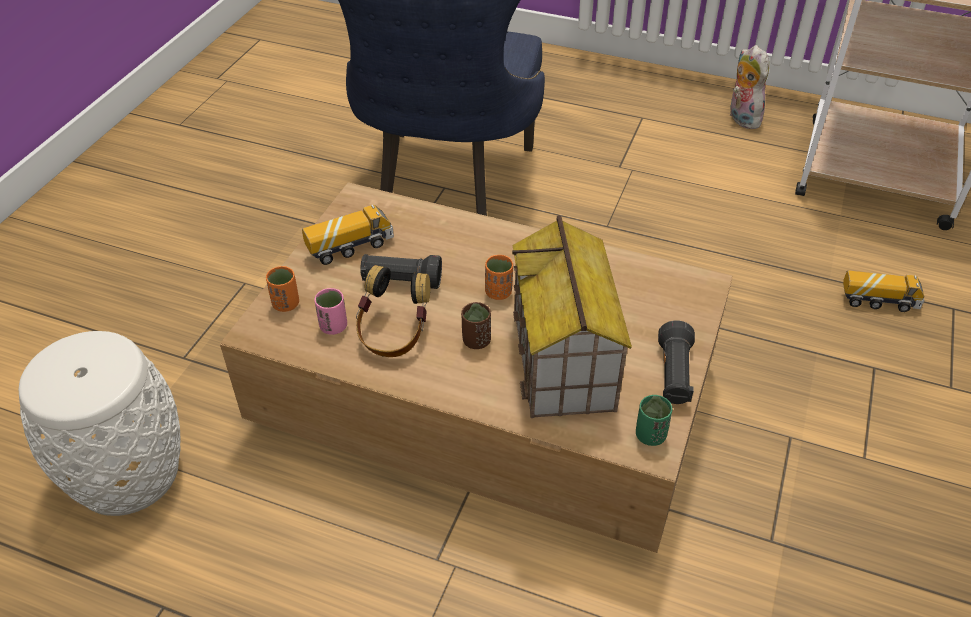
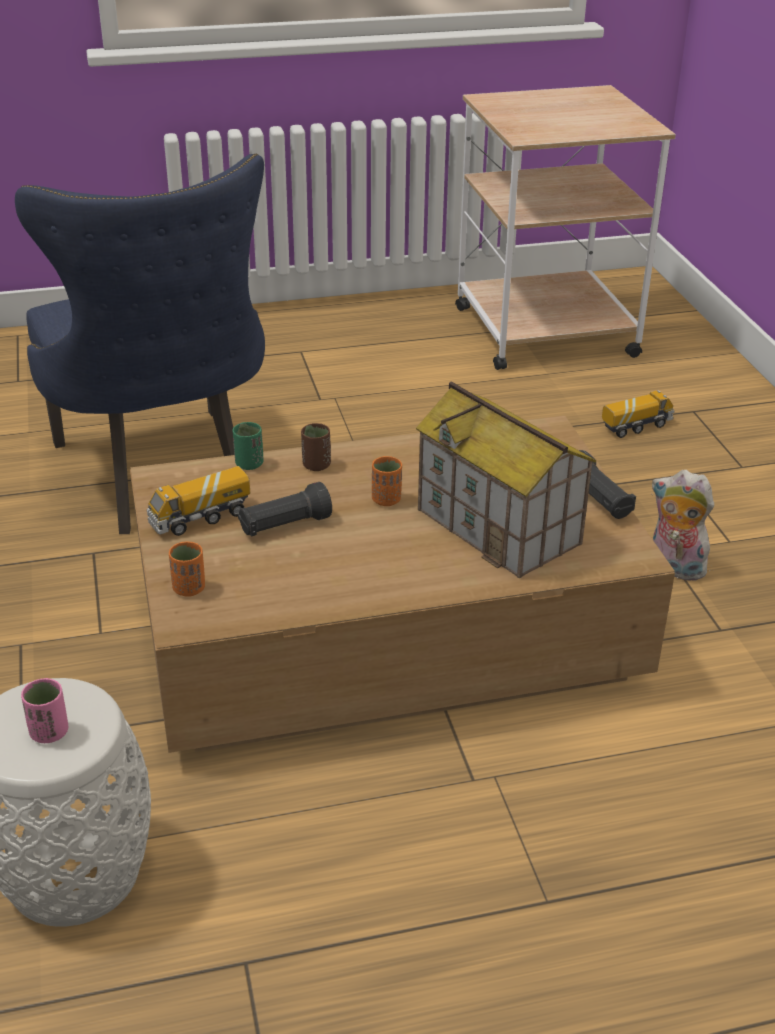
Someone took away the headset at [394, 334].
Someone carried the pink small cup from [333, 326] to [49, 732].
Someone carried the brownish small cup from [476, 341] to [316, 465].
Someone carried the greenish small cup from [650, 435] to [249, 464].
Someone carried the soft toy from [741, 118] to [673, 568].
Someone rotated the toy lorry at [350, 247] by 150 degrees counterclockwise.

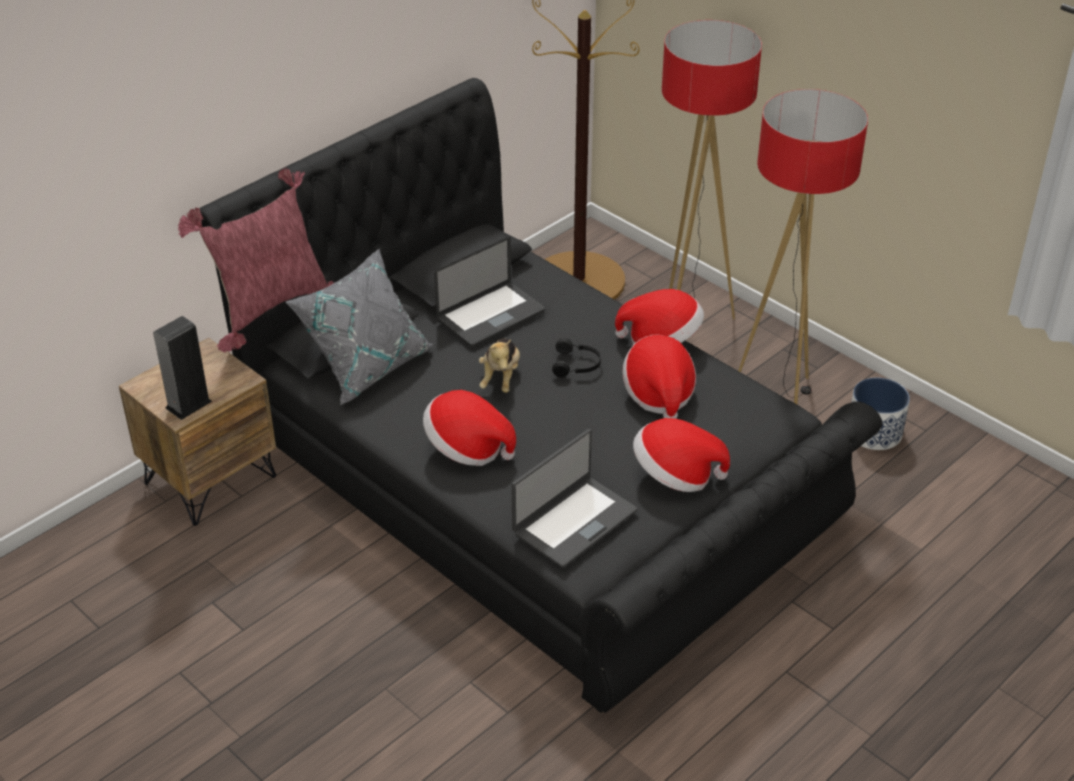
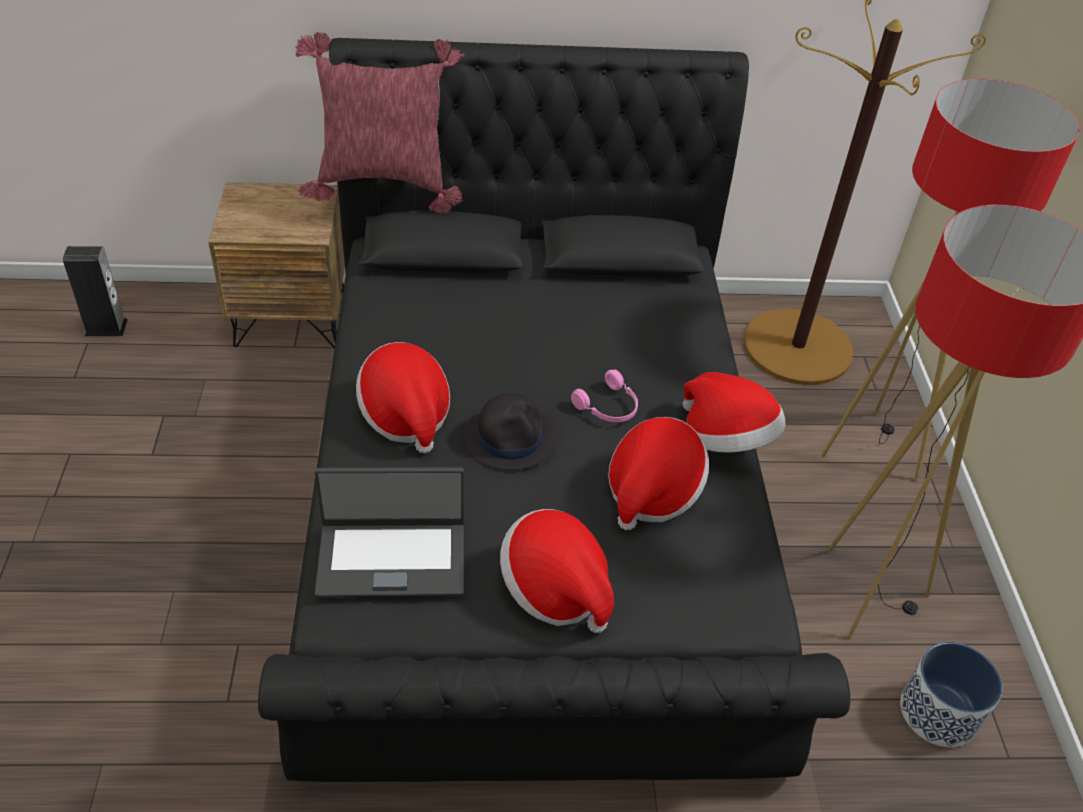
Someone took away the grey pillow at [366, 365].
Someone took away the portable computer at [491, 316].
Someone took away the soft toy at [500, 378].
Someone put down the black hat at [510, 437].
Someone carried the loudspeaker from [188, 404] to [106, 327].
Someone repainted the black headset at [577, 365], which became the pink headset at [609, 407].

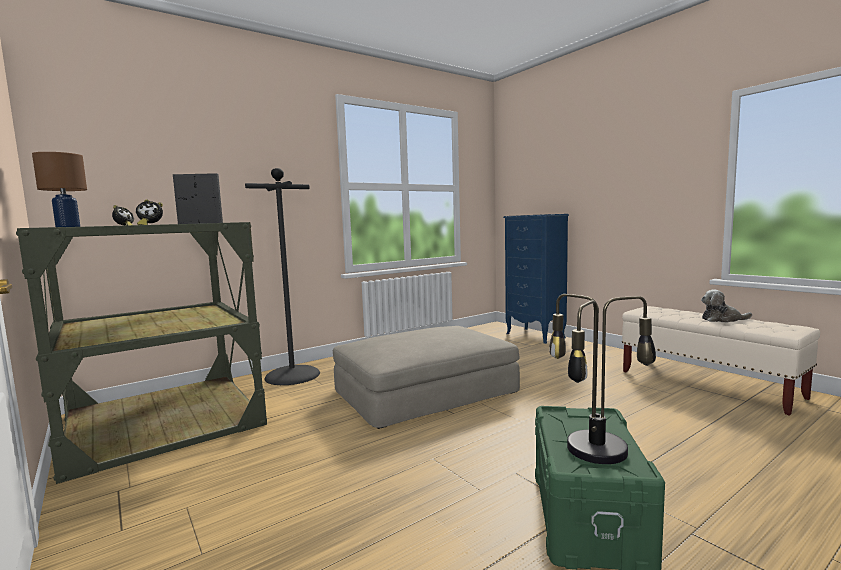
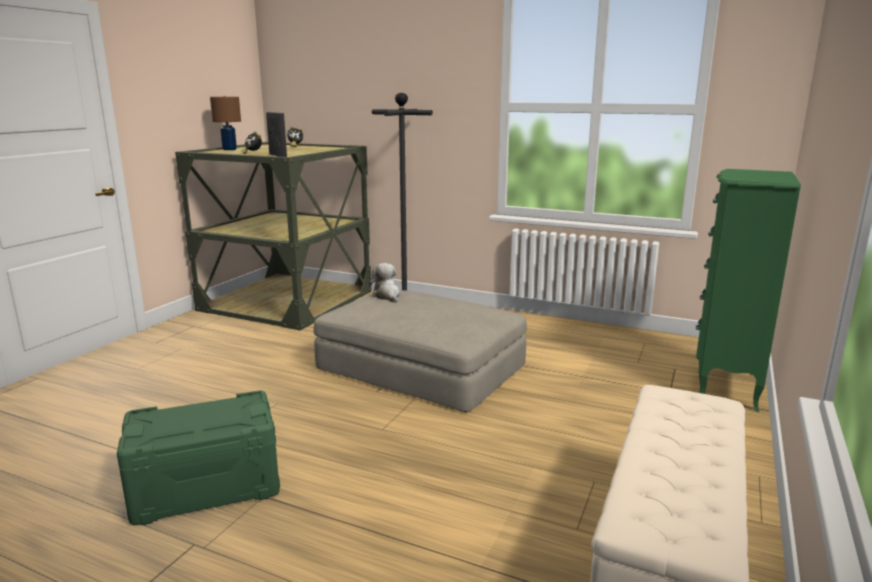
Someone took away the lamp for a table at [595, 448].
Someone carried the soft toy from [722, 319] to [387, 296].
Someone repainted the blue-coloured drawer chest at [533, 336], which became the greenish drawer chest at [724, 386].

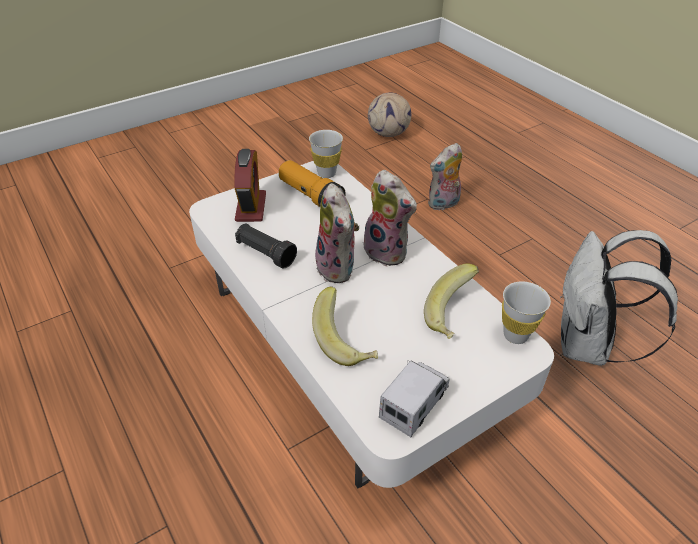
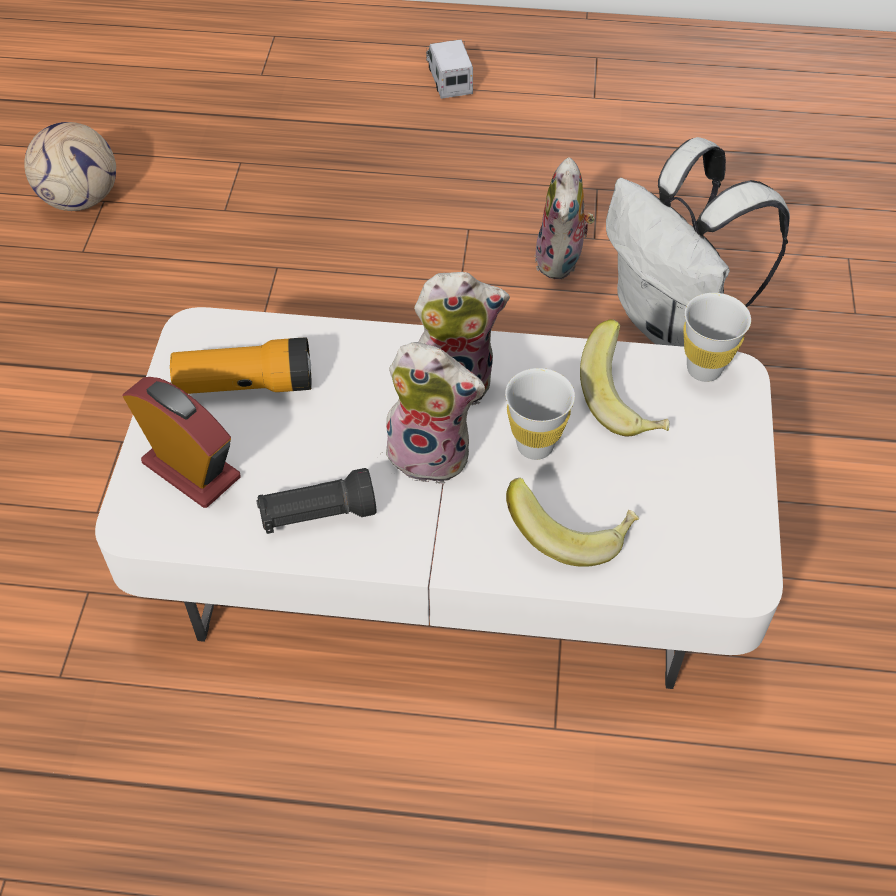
Someone carried the whitish small cup from [326, 173] to [535, 446].
Someone carried the toy lorry from [414, 404] to [449, 79].
Someone carried the soft toy from [443, 204] to [561, 261].

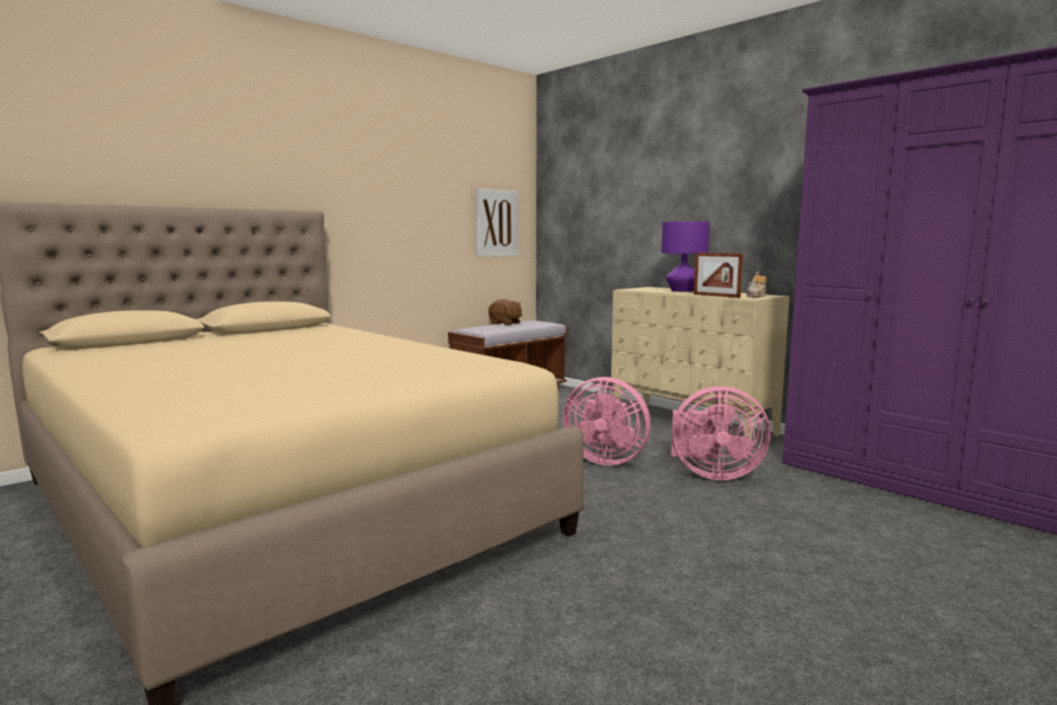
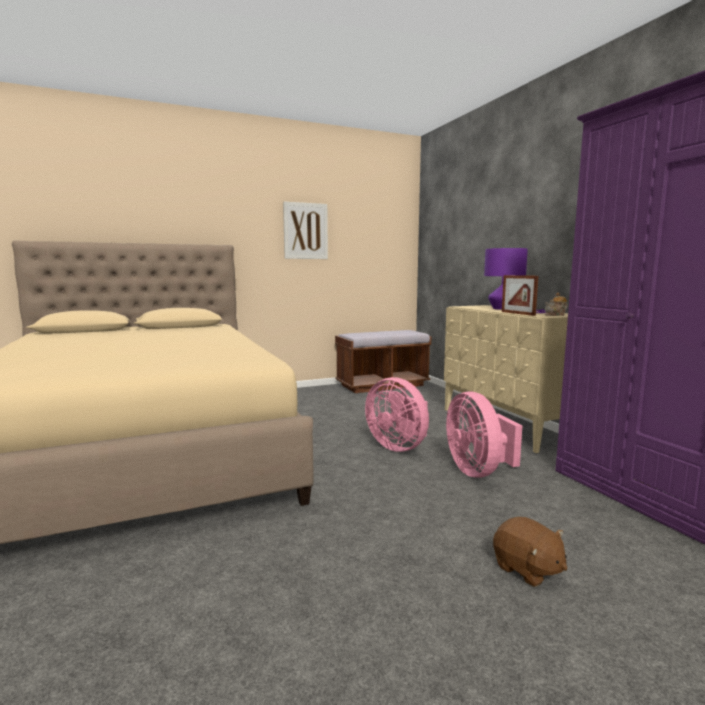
Someone carried the wall picture from [496, 223] to [305, 231].
Someone carried the brownish soft toy from [505, 323] to [527, 569].
Someone rotated the pink electric fan at [712, 474] by 45 degrees clockwise.

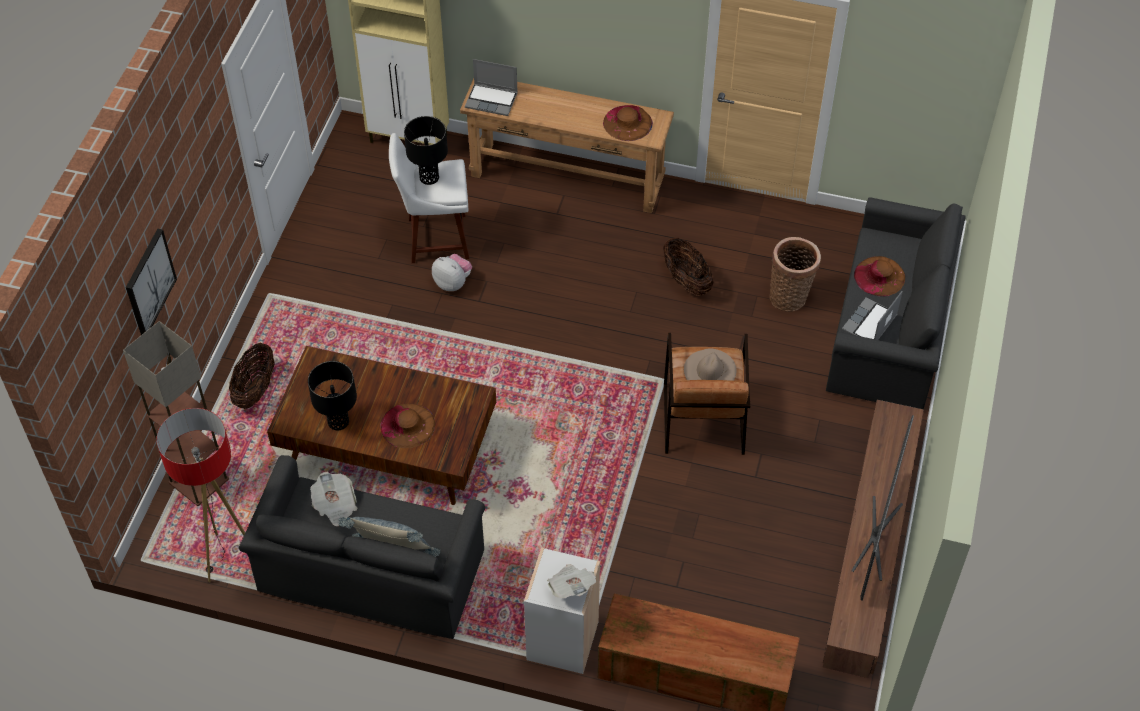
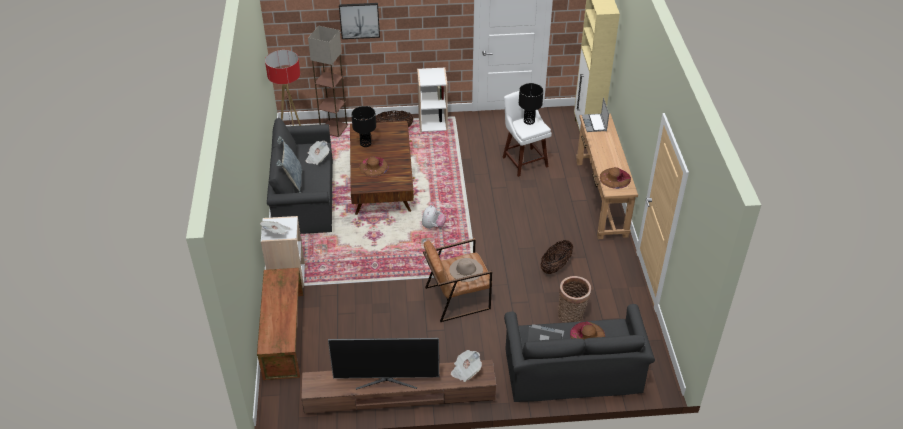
Someone put down the shelving unit at [433, 122].
Someone put down the daily paper at [465, 371].
Someone carried the soft toy from [453, 282] to [433, 226].

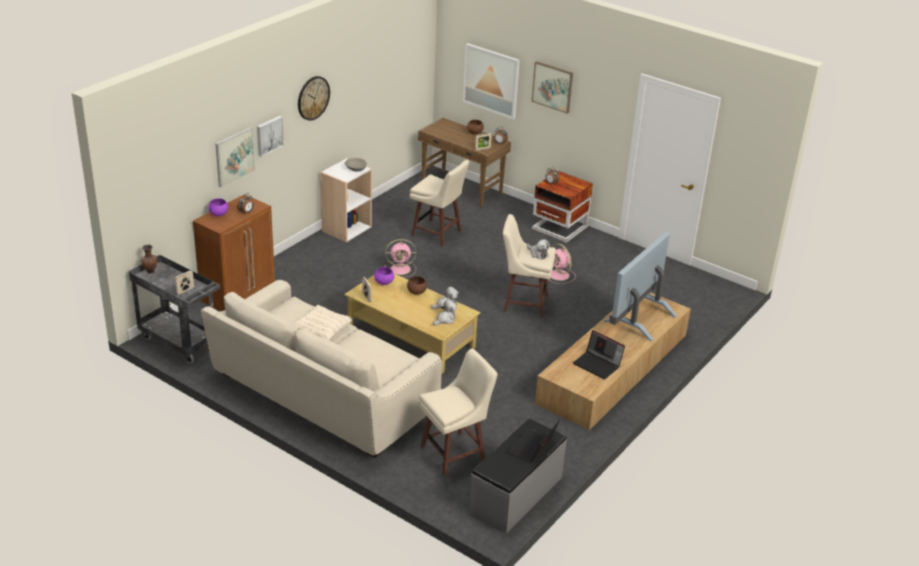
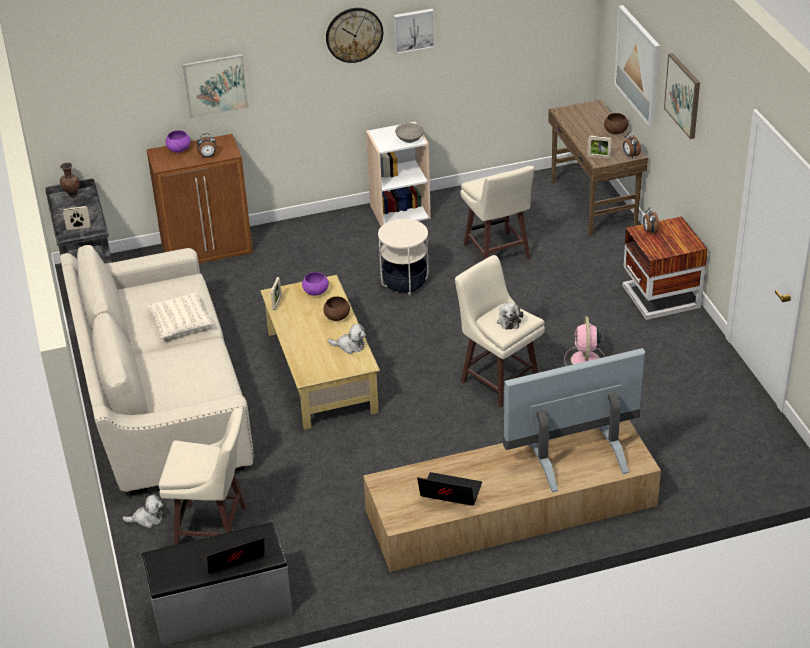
Someone carried the wall picture from [269, 135] to [413, 30].
Someone carried the soft toy from [445, 319] to [147, 519].
Someone swapped the pink electric fan at [401, 269] for the sand-coloured side table at [405, 283].
Someone rotated the portable computer at [598, 365] by 120 degrees clockwise.

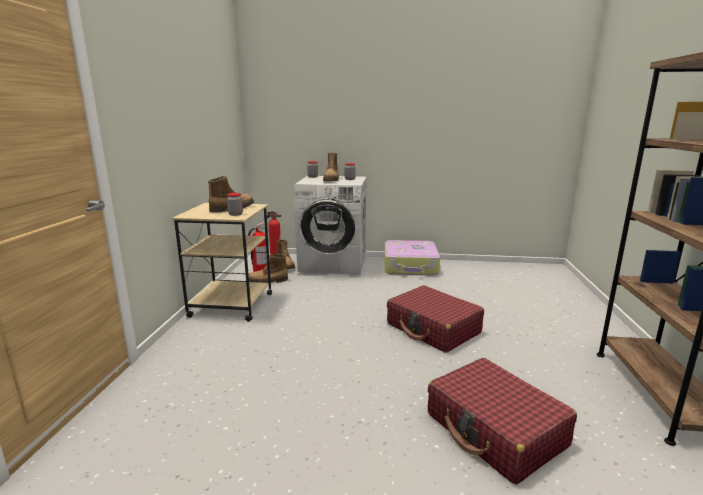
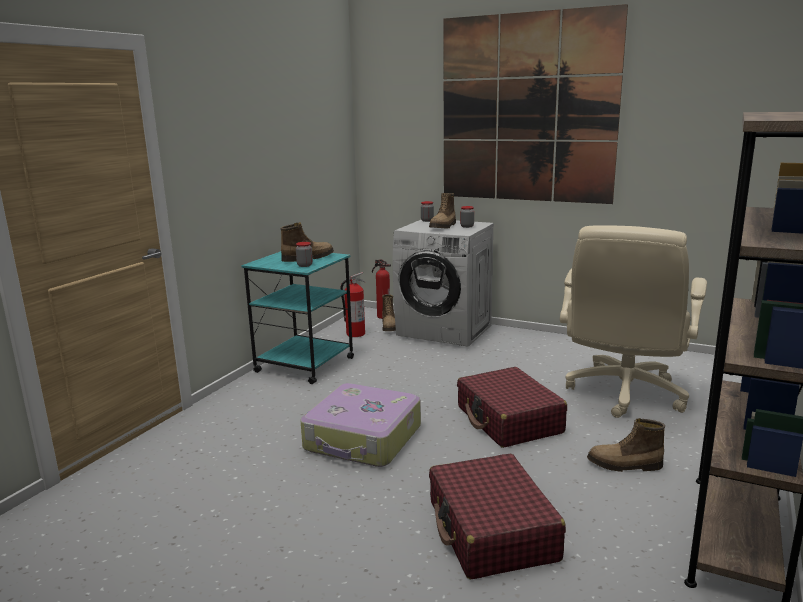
Someone put up the wall picture at [526, 109].
Someone put down the sand-coloured office chair at [622, 395].
Someone carried the tall boot from [267, 281] to [624, 465].
Someone carried the travel case from [410, 266] to [363, 439].
Someone repainted the sand-coloured cart at [232, 304], which became the turquoise-coloured cart at [305, 364].

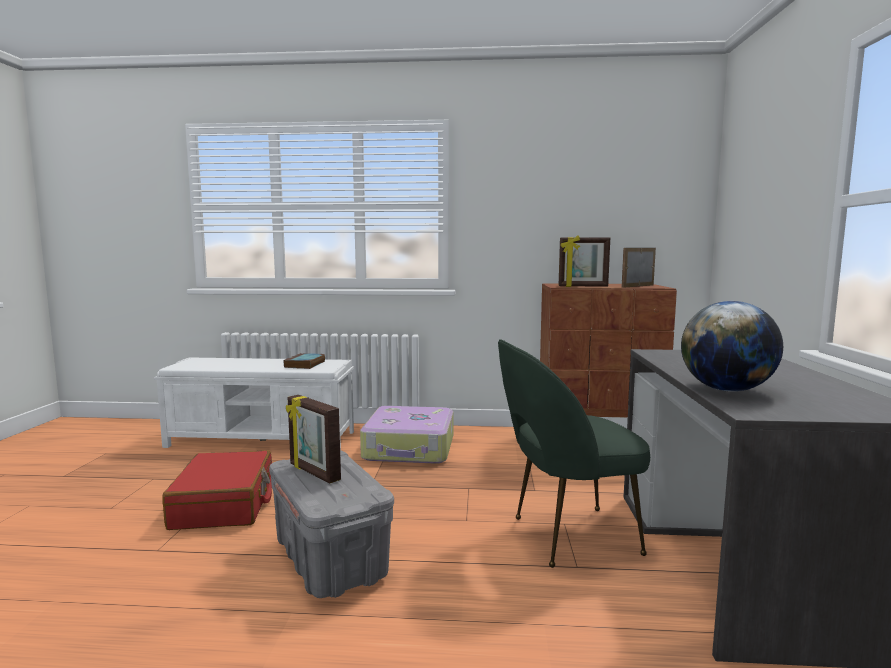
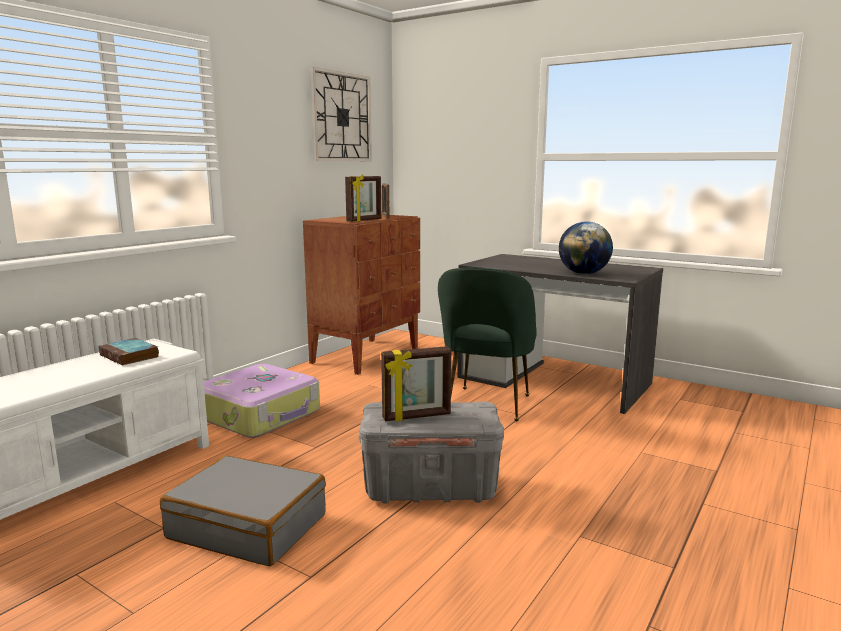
Someone put up the wall clock at [341, 117].
Someone repainted the red travel case at [225, 504], which became the grey travel case at [248, 526].

